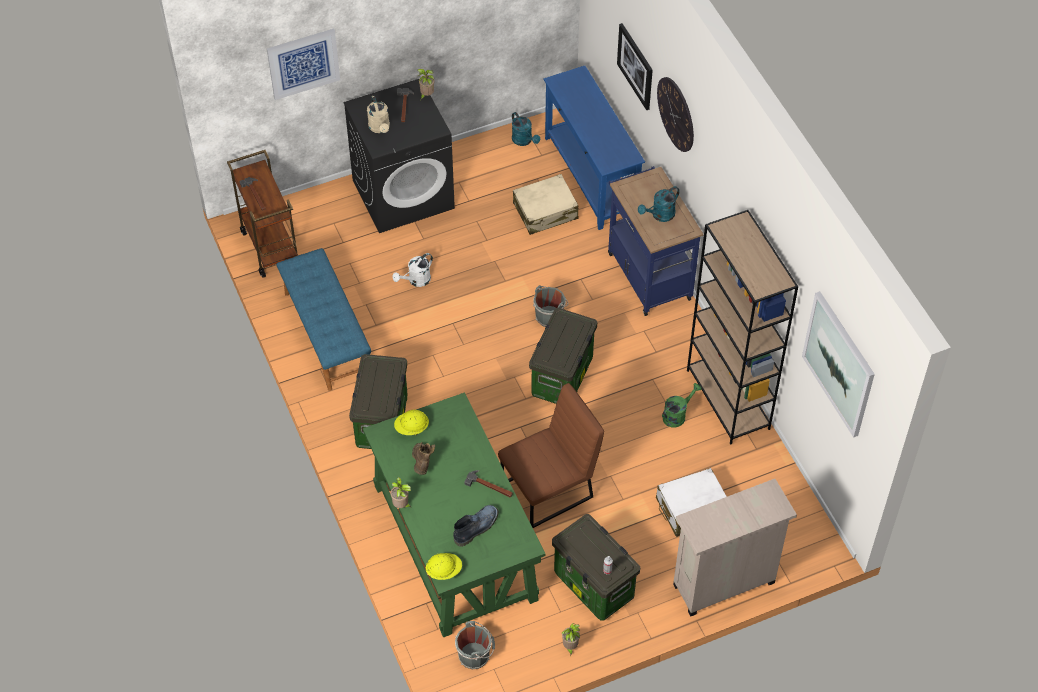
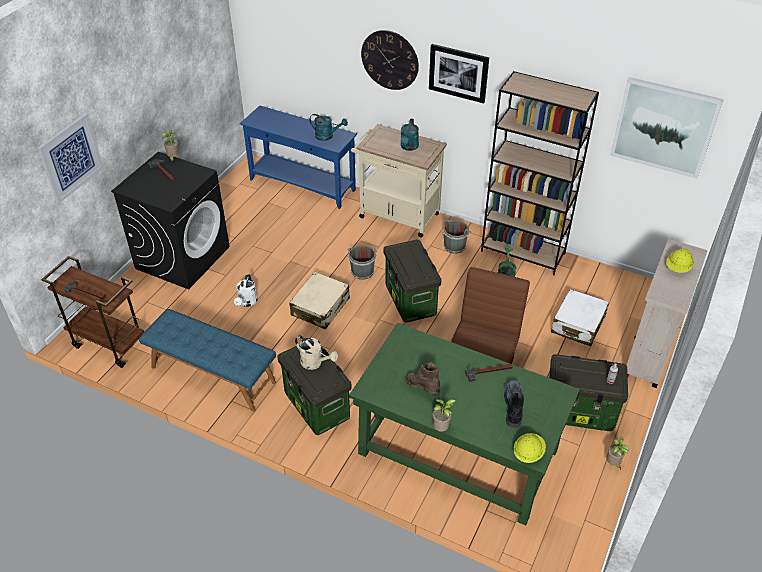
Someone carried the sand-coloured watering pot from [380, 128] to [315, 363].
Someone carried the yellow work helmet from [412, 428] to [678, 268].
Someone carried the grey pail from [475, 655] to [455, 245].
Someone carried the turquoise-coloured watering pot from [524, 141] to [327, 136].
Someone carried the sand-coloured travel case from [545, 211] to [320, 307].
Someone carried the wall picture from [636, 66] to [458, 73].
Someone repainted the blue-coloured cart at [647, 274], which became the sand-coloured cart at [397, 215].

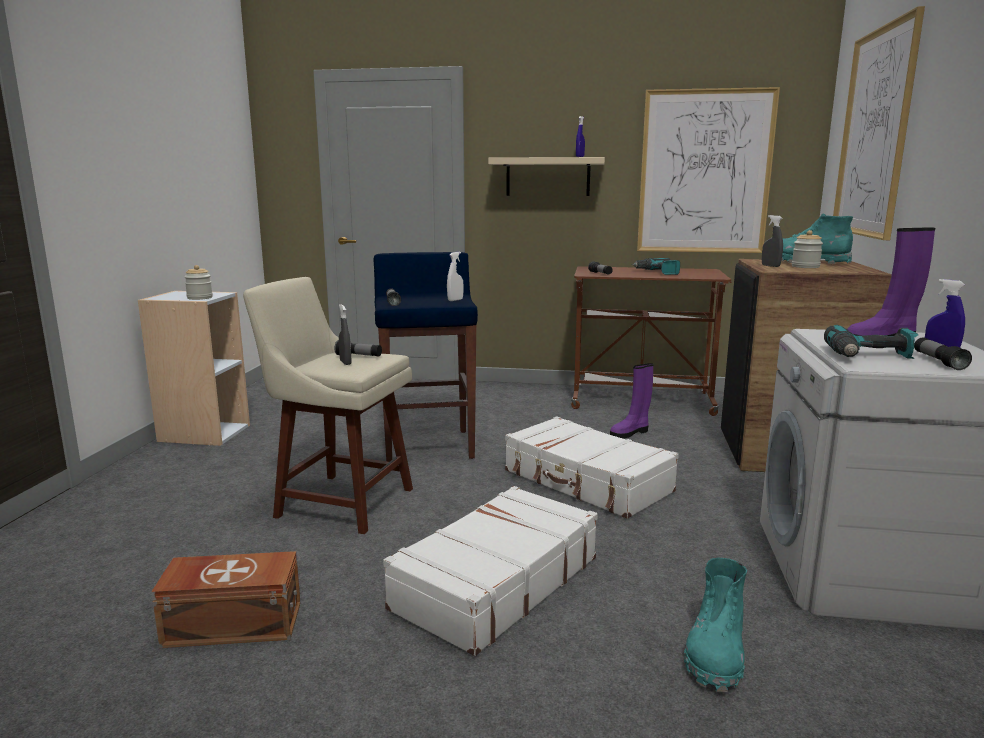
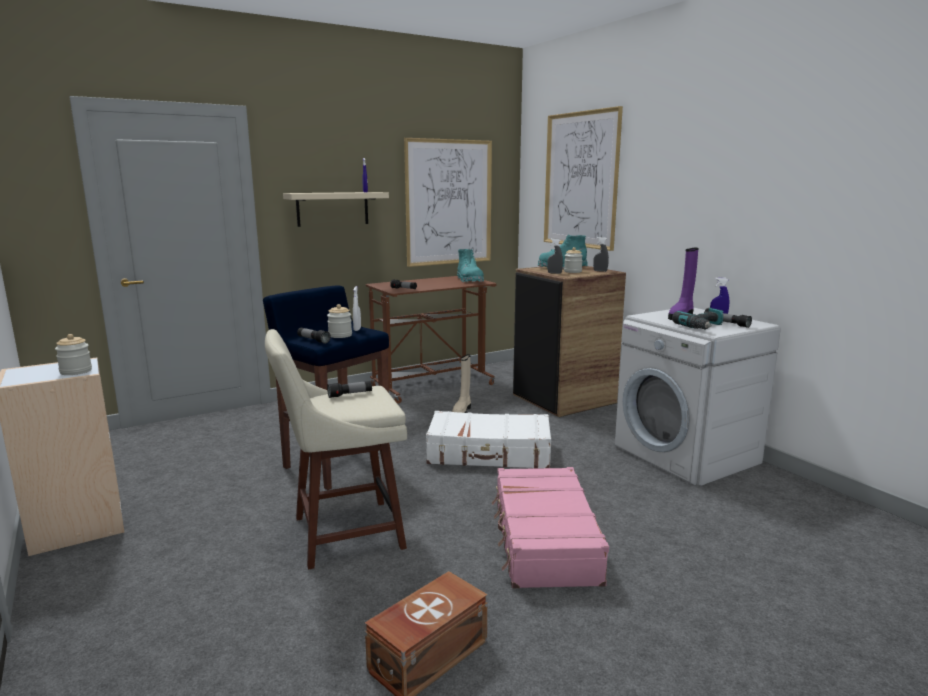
Someone took away the power drill at [657, 272].
Someone put down the preserve jar at [340, 335].
Someone carried the grey hand sprayer from [345, 363] to [600, 271].
Someone carried the turquoise-coloured tall boot from [715, 654] to [469, 280].
Someone repainted the whitish travel case at [495, 583], which became the pink travel case at [544, 540].
Someone repainted the purplish tall boot at [630, 433], which became the sand-coloured tall boot at [462, 411].

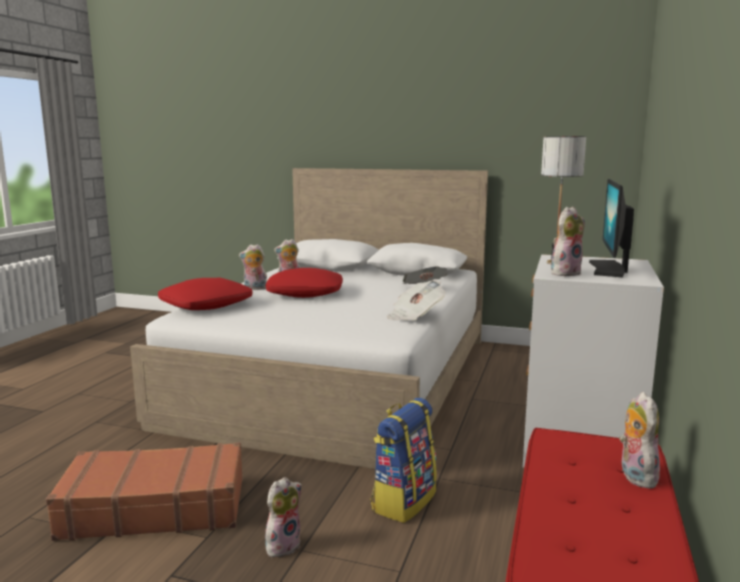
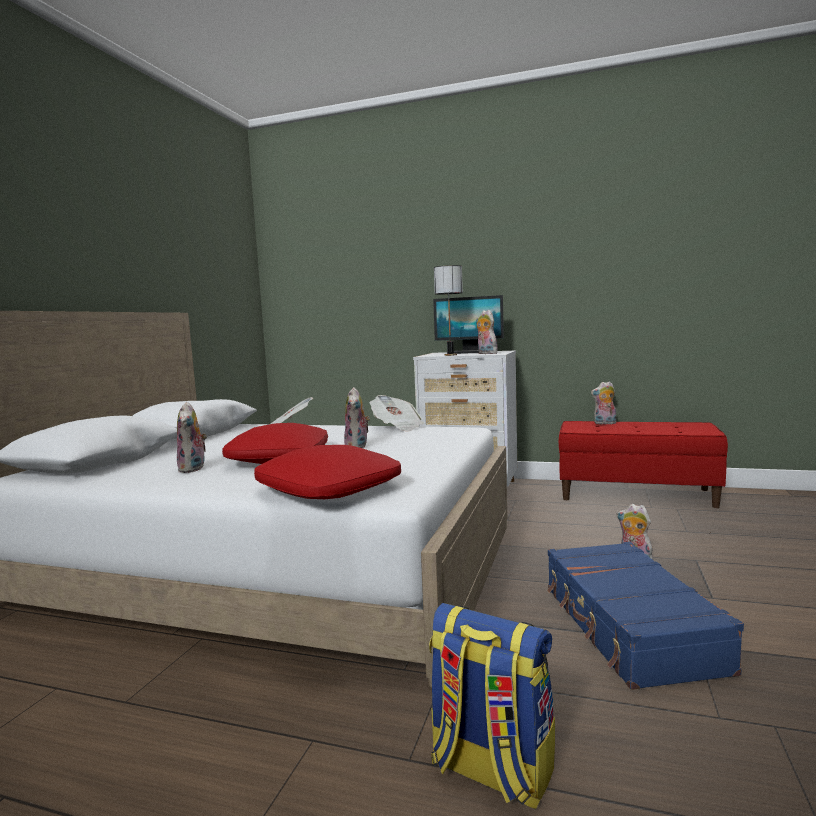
Someone carried the soft toy from [254, 288] to [358, 447].
Someone carried the knapsack from [403, 501] to [490, 770].
Someone repainted the brownish travel case at [154, 507], which became the blue-coloured travel case at [628, 628].

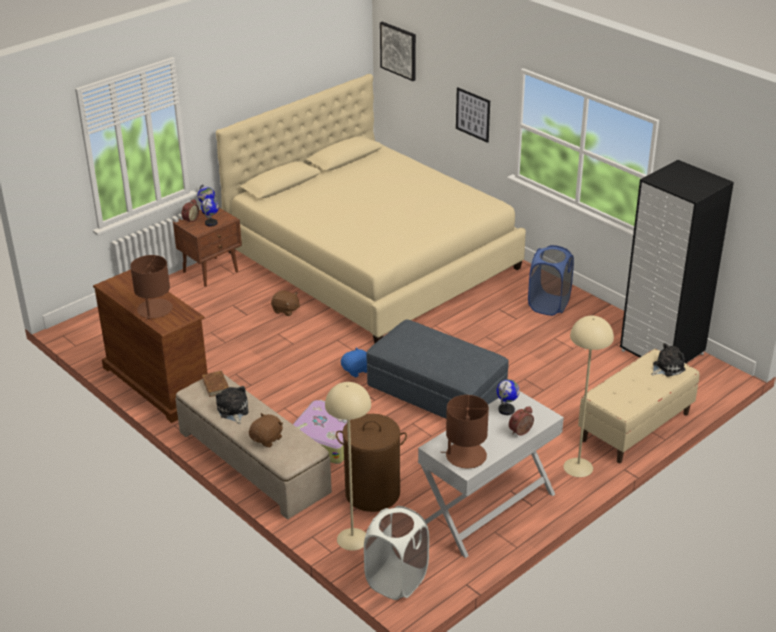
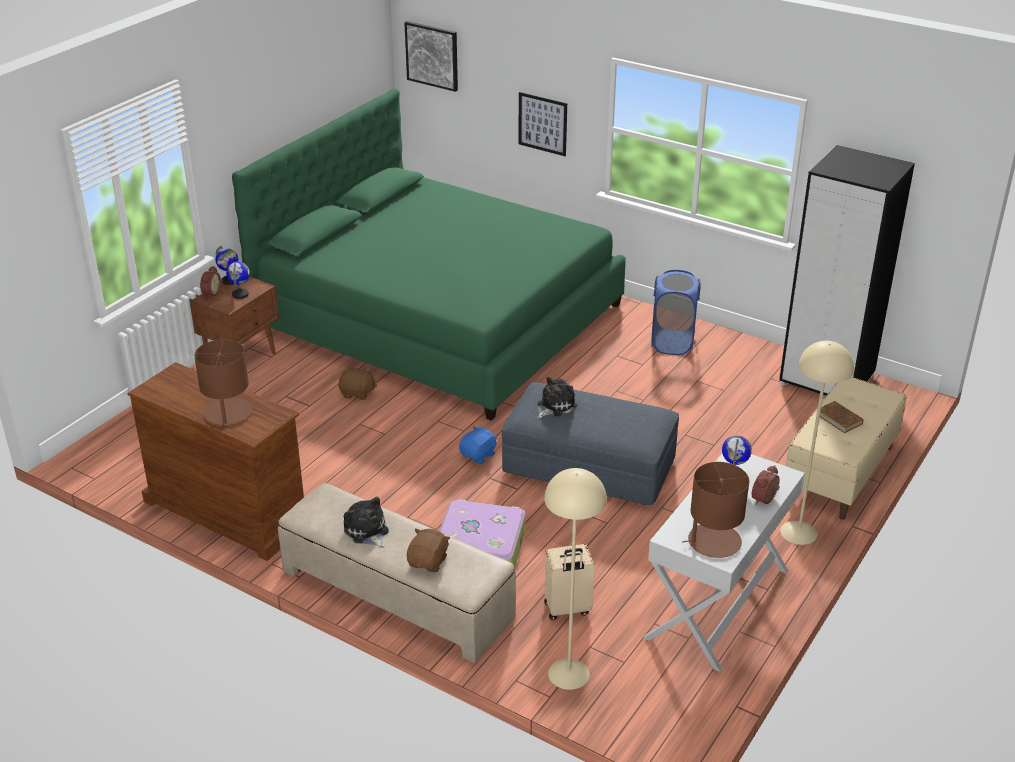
Someone took away the whitish washing basket at [396, 580].
Someone carried the brownish book from [216, 385] to [839, 419].
Someone carried the soft toy from [667, 367] to [554, 406].
Someone swapped the brownish washing basket at [372, 493] for the sand-coloured travel case at [567, 609].
Someone repainted the sand-coloured bed at [372, 260], which became the greenish bed at [438, 317].

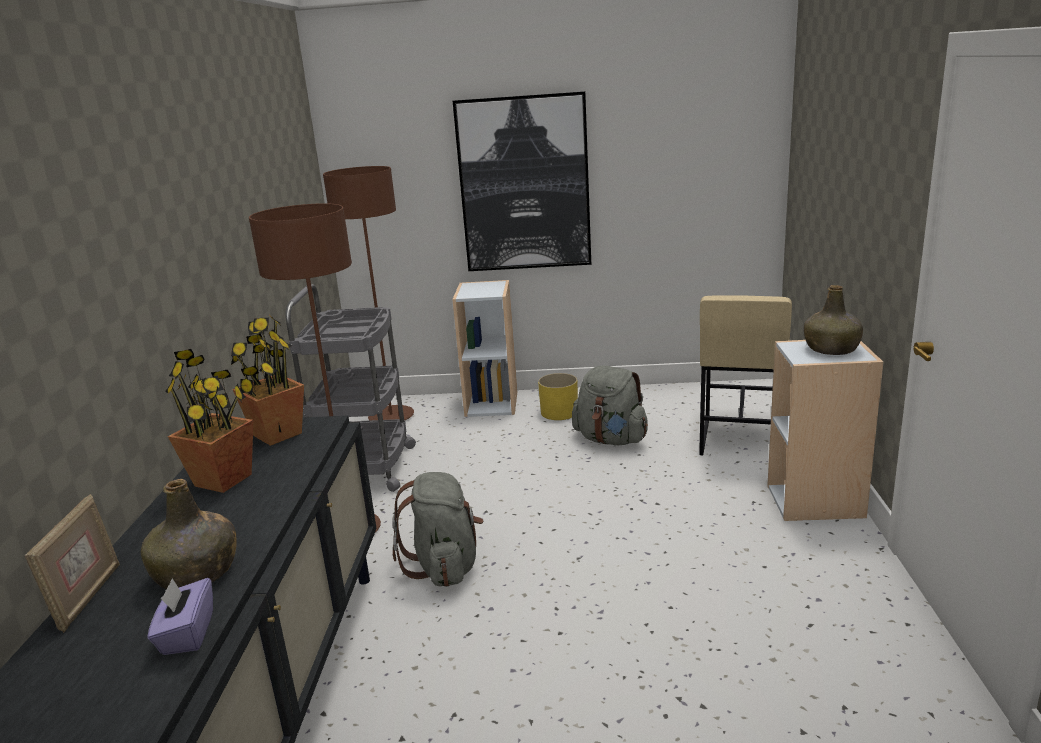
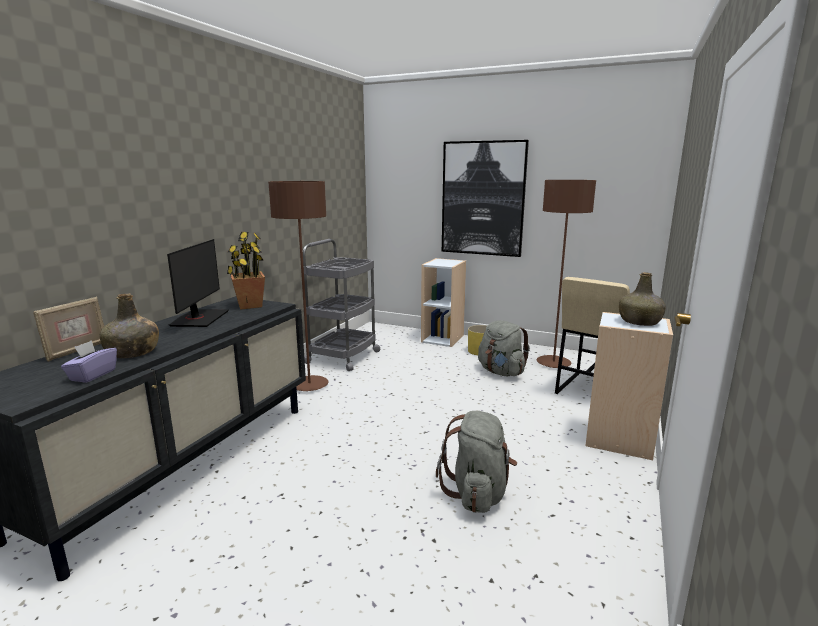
Someone carried the brownish floor lamp from [391, 417] to [553, 363].
Someone carried the grey knapsack from [445, 566] to [477, 493].
Someone swapped the plant in a pot at [223, 479] for the computer display at [199, 318].

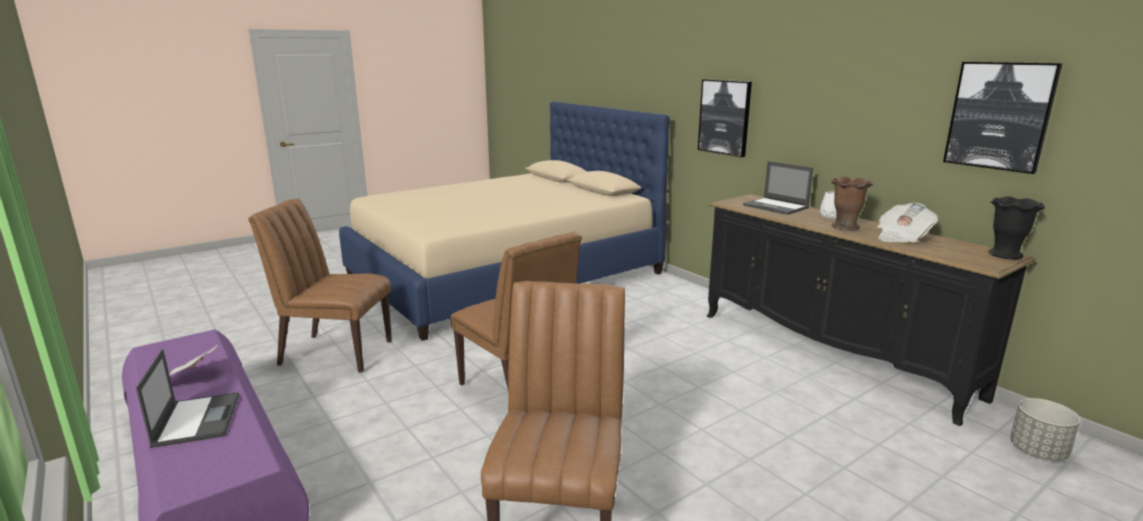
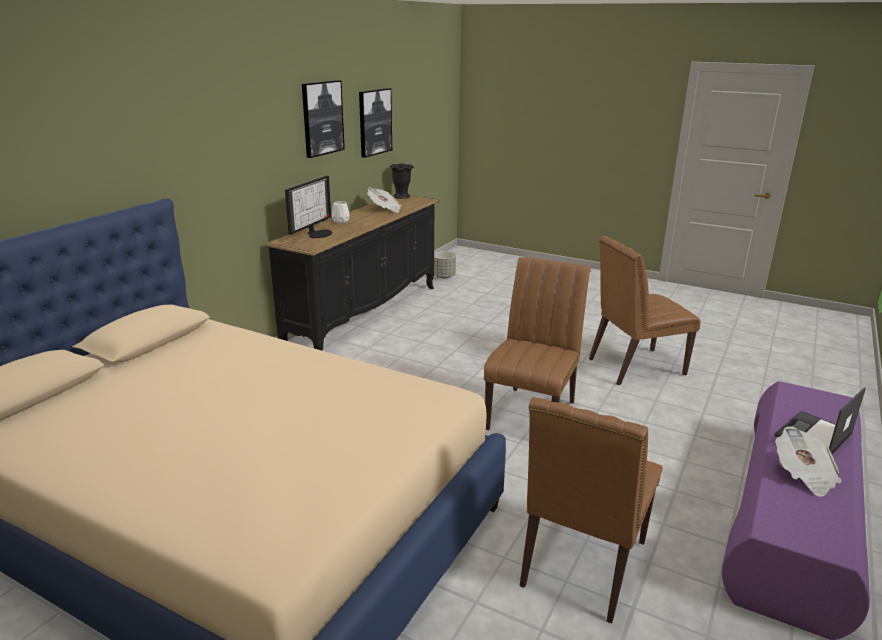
Someone took away the brownish decorative vase at [845, 227].
Someone carried the wall picture from [724, 117] to [322, 118].
Someone swapped the portable computer at [776, 207] for the computer display at [318, 233].
Someone rotated the brownish upright chair at [337, 353] by 45 degrees clockwise.

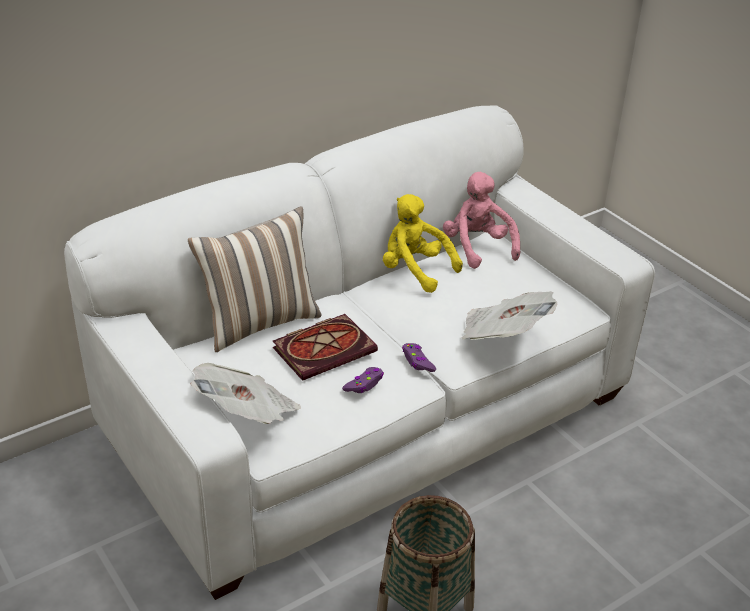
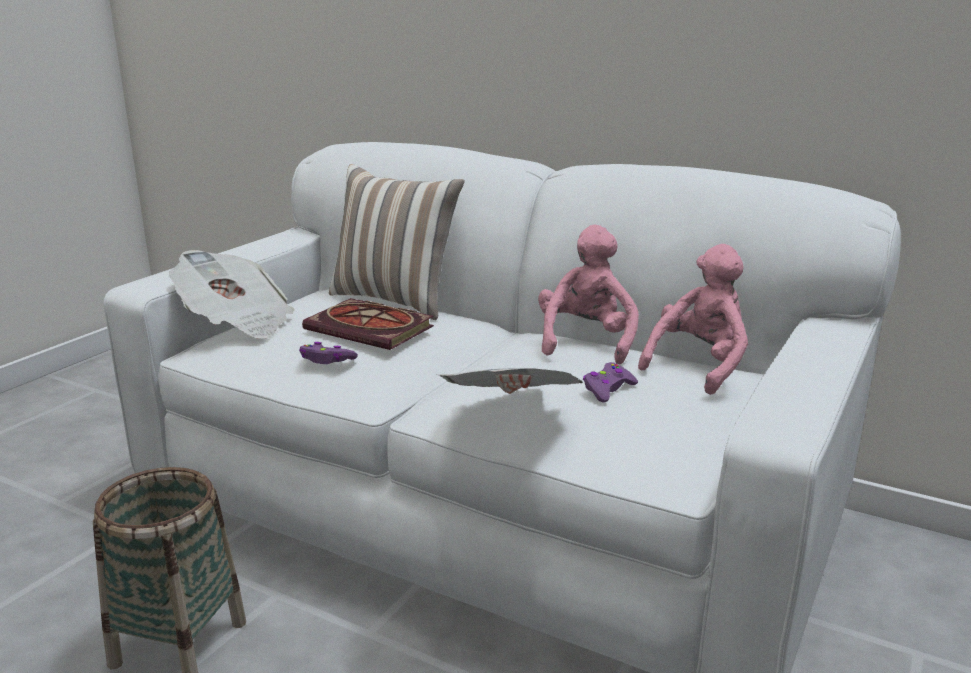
Someone carried the purplish gamepad from [417, 362] to [608, 389].
Someone repainted the yellow soft toy at [415, 270], which became the pink soft toy at [586, 341].

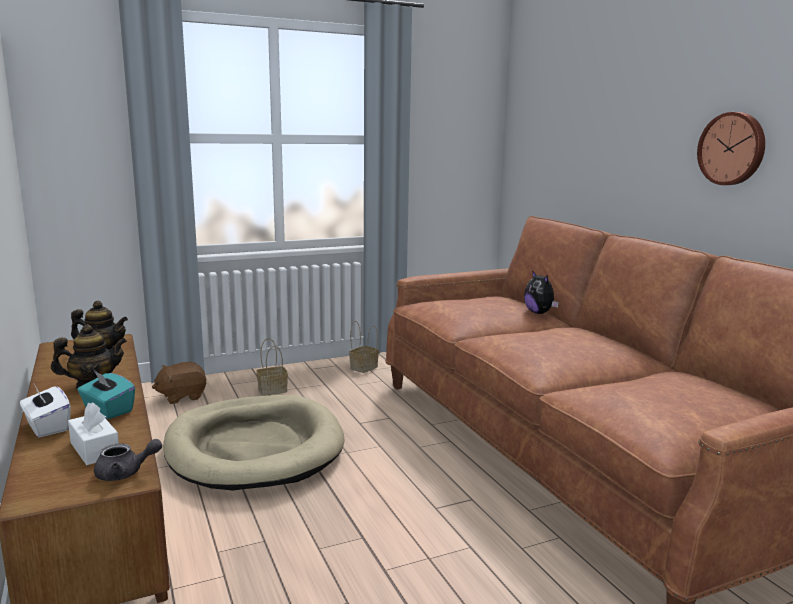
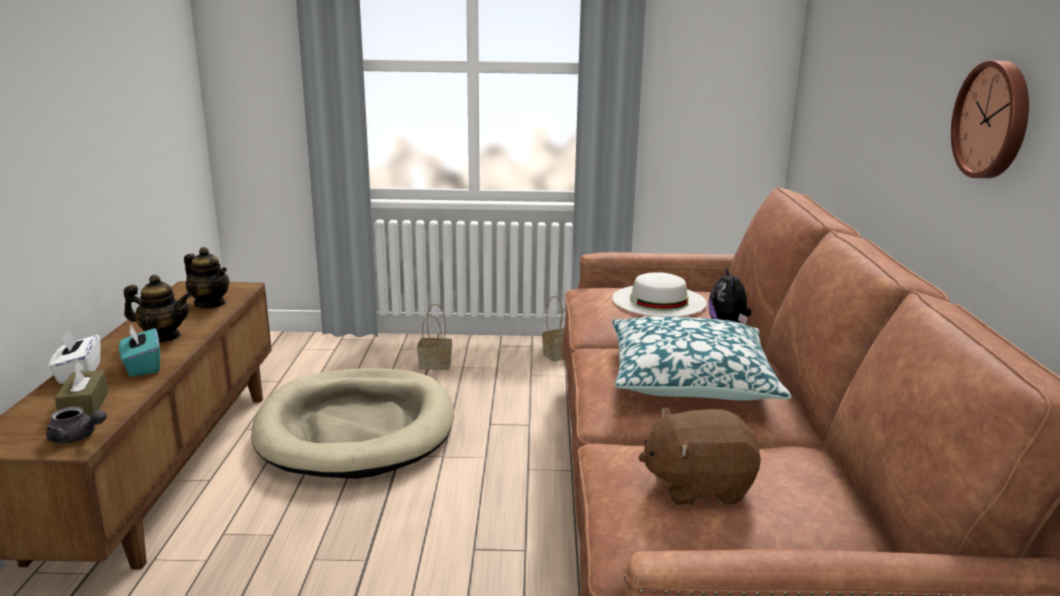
Someone put down the whitish hat at [659, 300].
Someone put down the pillow at [690, 379].
Someone carried the brownish soft toy from [182, 396] to [697, 486].
Someone repainted the whitish box of tissues at [95, 449], which became the brownish box of tissues at [84, 406].

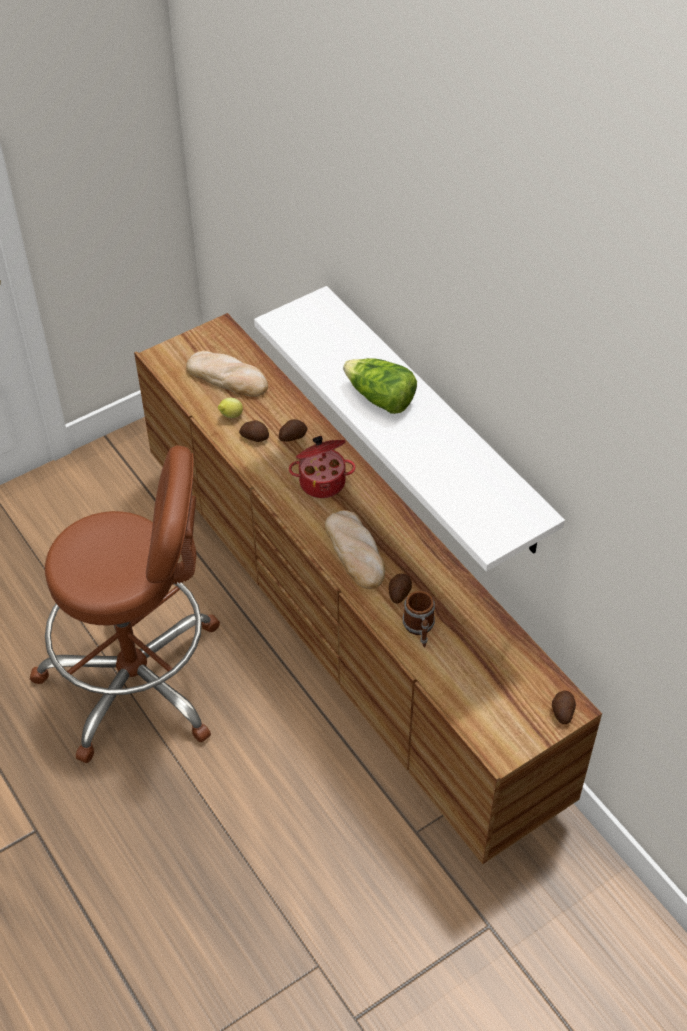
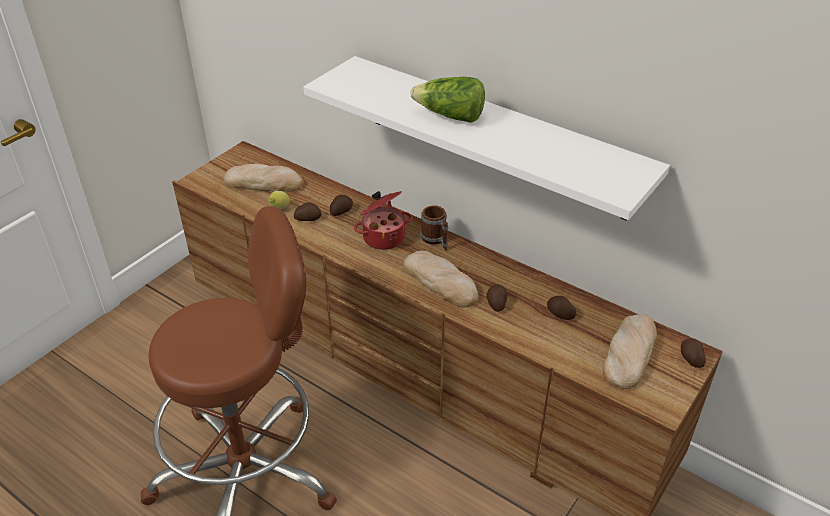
Someone put down the potato at [560, 314].
Someone put down the bread at [629, 353].
Someone carried the tea mug from [419, 629] to [436, 240].

